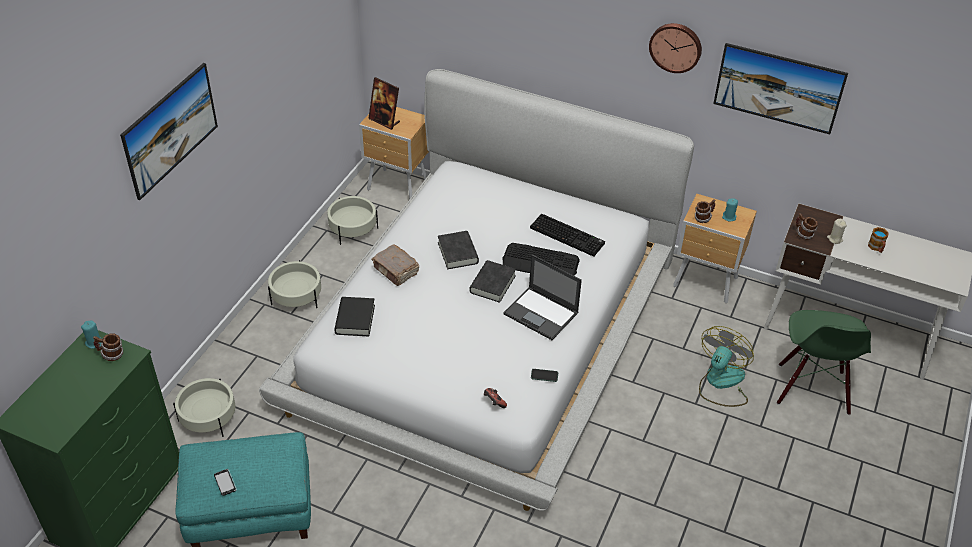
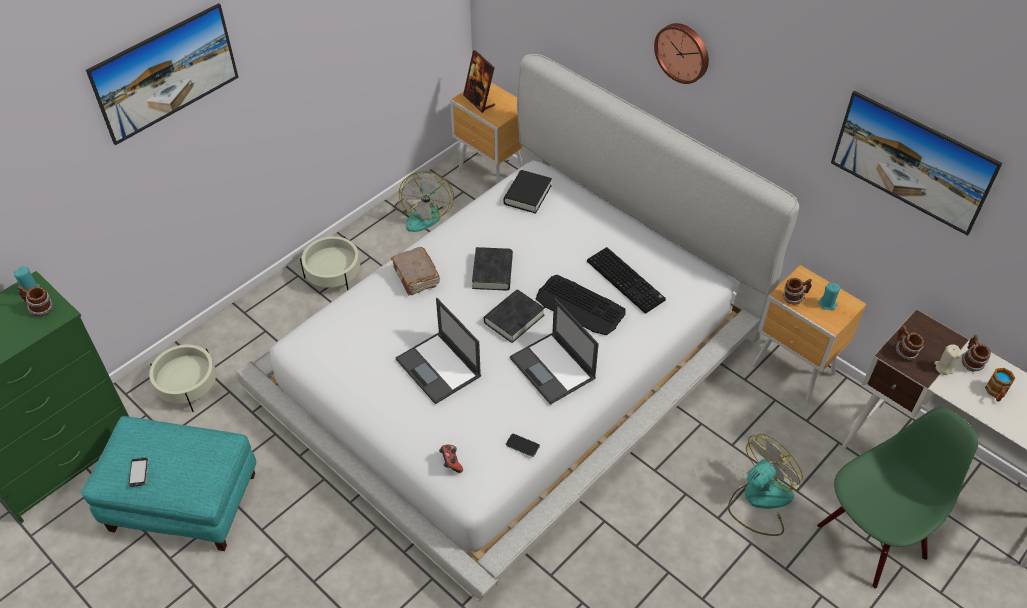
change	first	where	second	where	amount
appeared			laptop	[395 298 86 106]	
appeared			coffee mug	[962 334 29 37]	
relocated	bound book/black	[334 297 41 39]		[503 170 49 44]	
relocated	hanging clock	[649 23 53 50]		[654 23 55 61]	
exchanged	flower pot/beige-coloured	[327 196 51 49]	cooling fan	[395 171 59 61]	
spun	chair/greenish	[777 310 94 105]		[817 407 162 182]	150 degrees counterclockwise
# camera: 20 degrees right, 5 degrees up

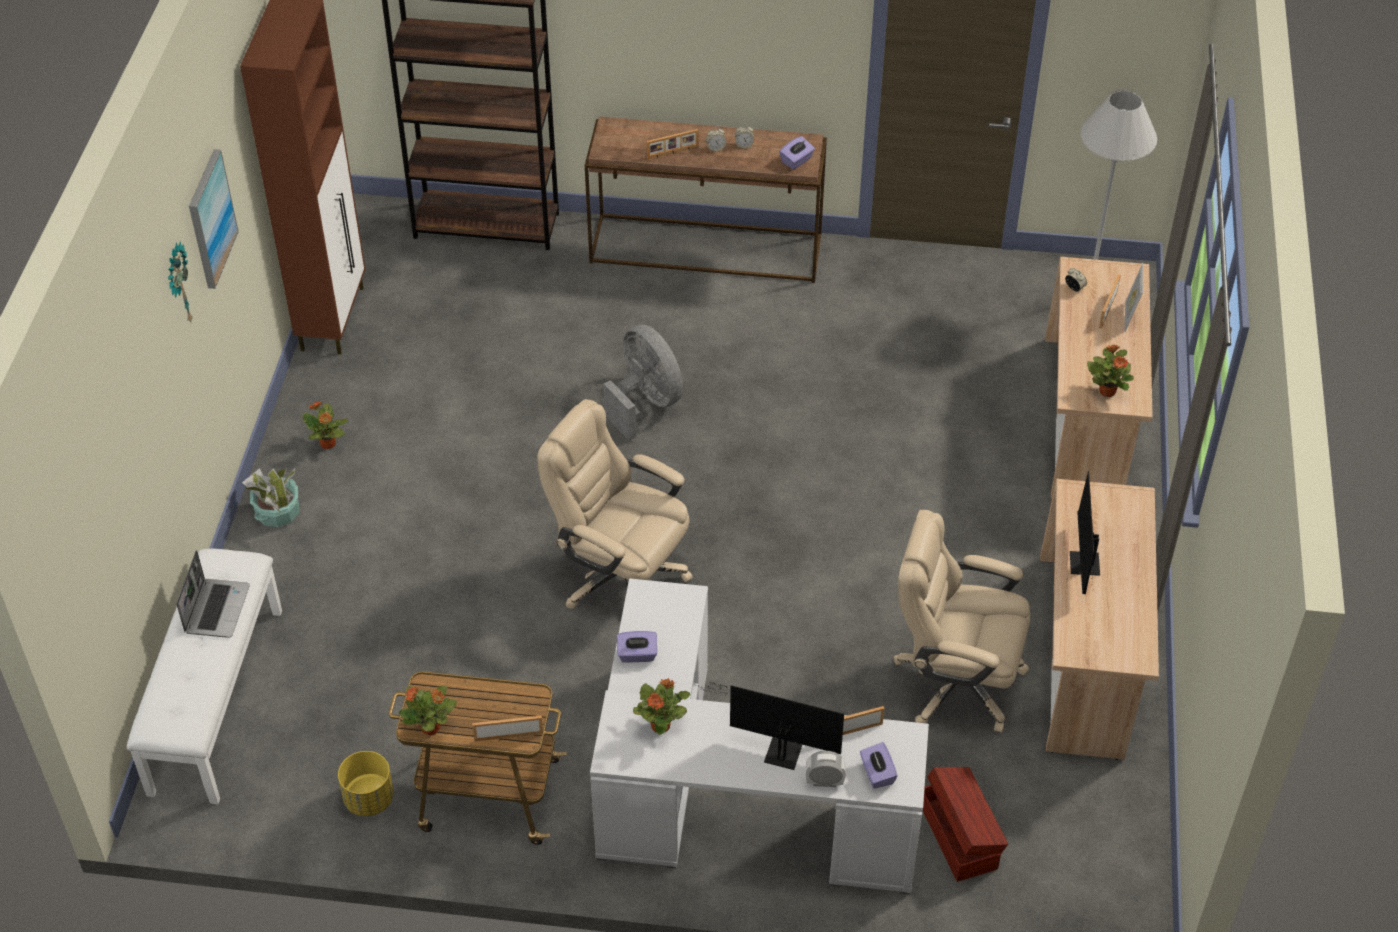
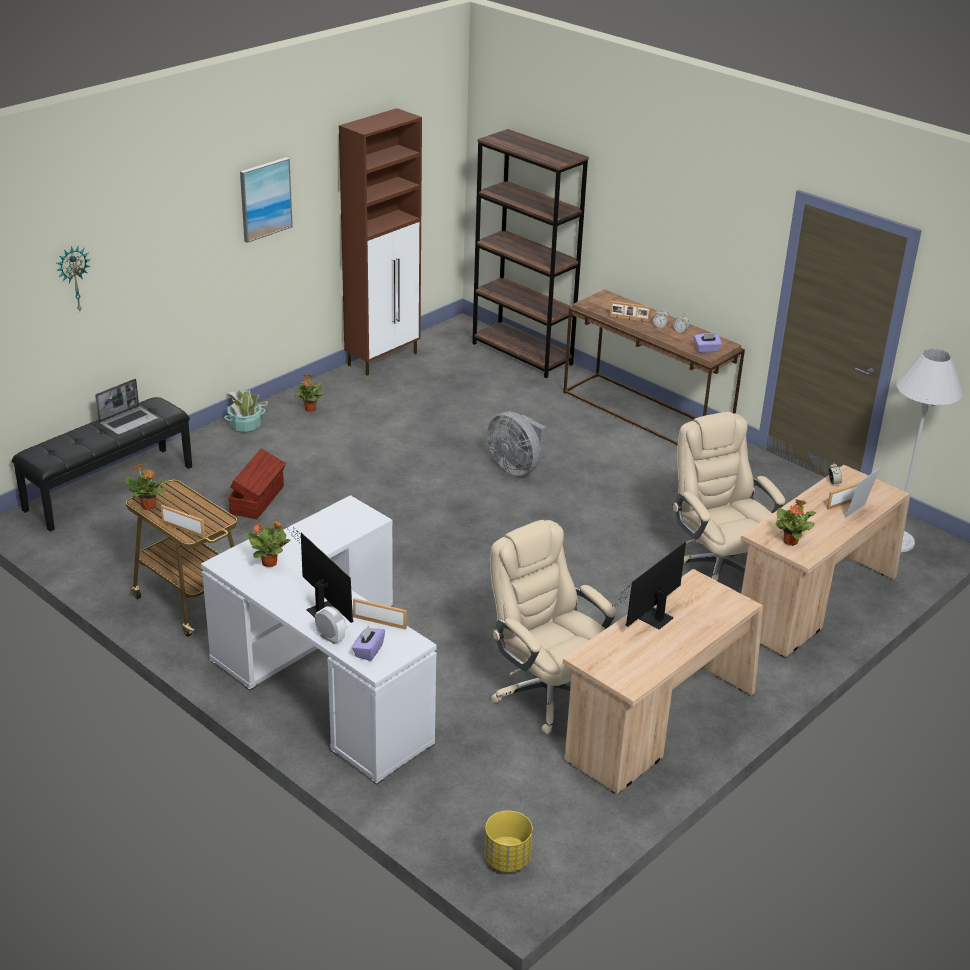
change	first	where	second	where	amount
missing	box of tissues/purple-coloured	[617 631 40 32]			
relocated	hanging clock	[168 241 25 81]		[56 246 35 65]	
relocated	flower pot/yellowish	[338 751 56 65]		[484 811 49 61]	
relocated	desk chair/beige-coloured	[537 399 156 210]		[672 412 113 169]	
relocated	storage bin/brown	[923 767 85 115]		[228 448 58 71]	
colour	long seat/white-coloured	[127 549 155 256]	long seat/black	[12 397 180 135]	
spun	cooling fan/greyish	[604 325 79 116]		[487 412 59 64]	135 degrees clockwise
# camera: 35 degrees right, 15 degrees down

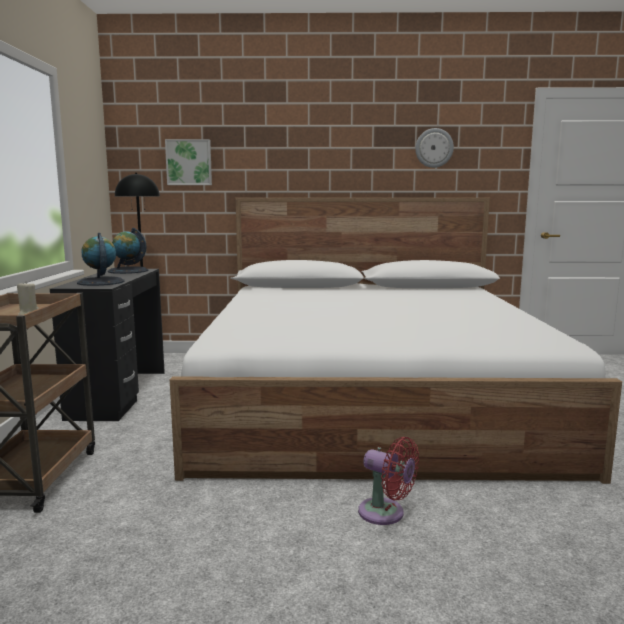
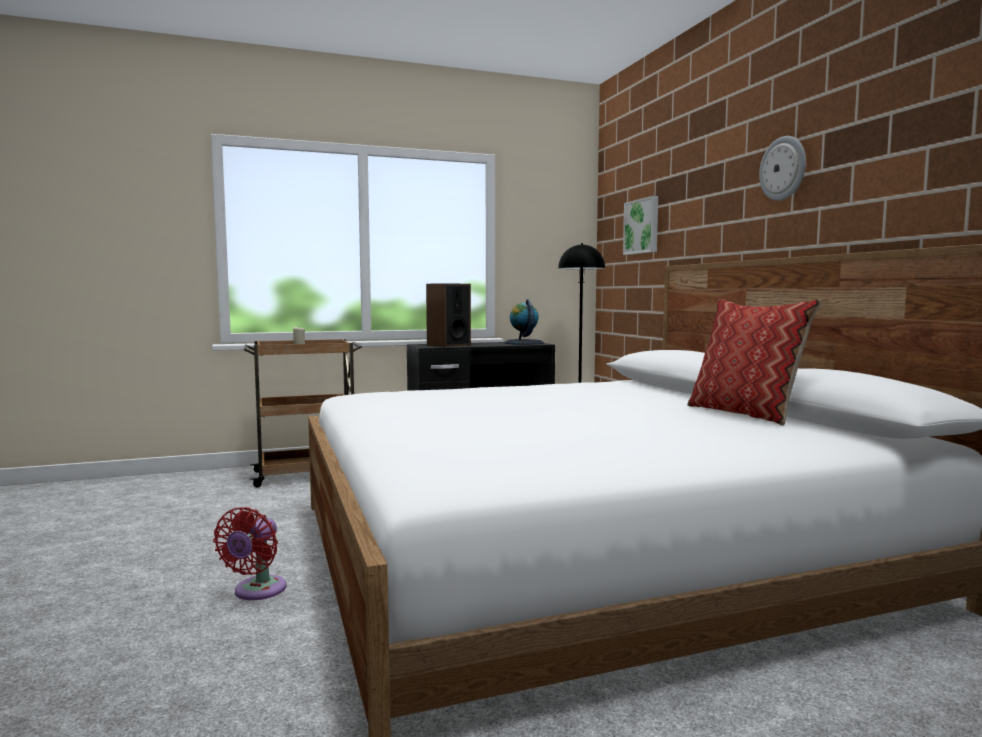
change	first	where	second	where	amount
appeared			throw pillow	[687 299 135 126]	
relocated	hanging clock	[415 128 39 40]		[759 136 47 65]	
exchanged	globe	[77 233 48 53]	audio speaker	[426 283 45 64]	
# camera: 70 degrees right, 5 degrees down

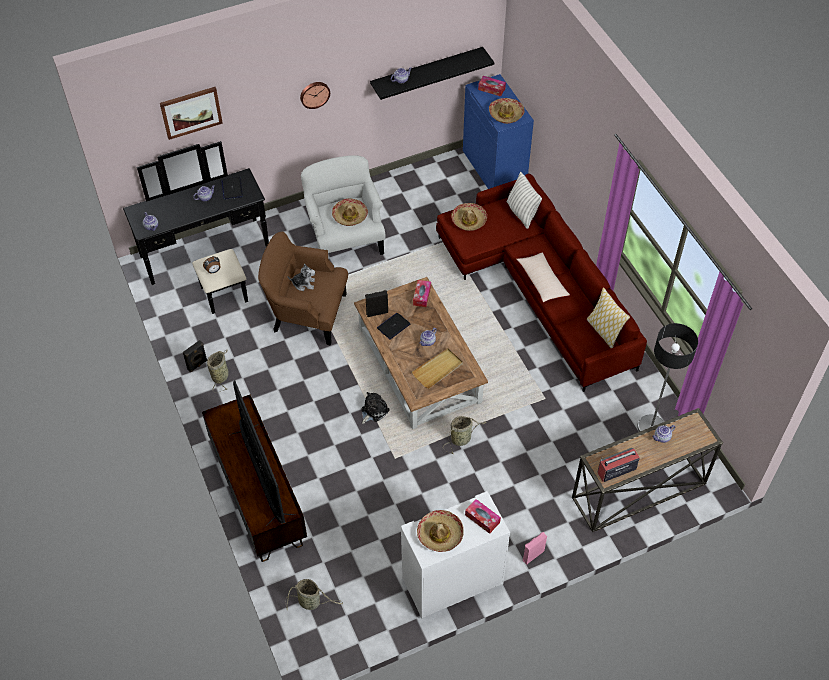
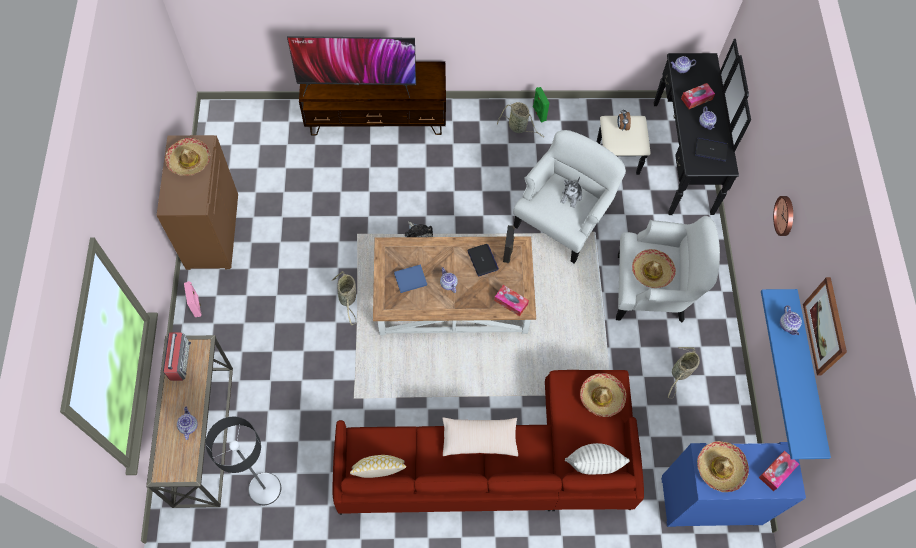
change	first	where	second	where	amount
relocated	wall art	[160 87 63 53]		[803 277 44 99]	
relocated	basket	[286 579 57 32]		[668 347 32 52]	
relocated	box of tissues	[465 499 36 35]		[681 83 34 26]	
exchanged	tray/beige-coloured	[412 348 51 41]	bound book/blue	[394 264 33 29]	
colour	audio speaker/black	[183 340 24 33]	audio speaker/greenish	[533 87 16 35]	
colour	lounge chair/brown	[258 232 90 114]	lounge chair/white-coloured	[513 130 113 133]	
colour	bracket shelf/black	[370 47 124 53]	bracket shelf/blue	[761 289 70 170]	
colour	cabinet/white-coloured	[401 491 109 128]	cabinet/brown	[156 135 82 135]	
# camera: 110 degrees right, 10 degrees up

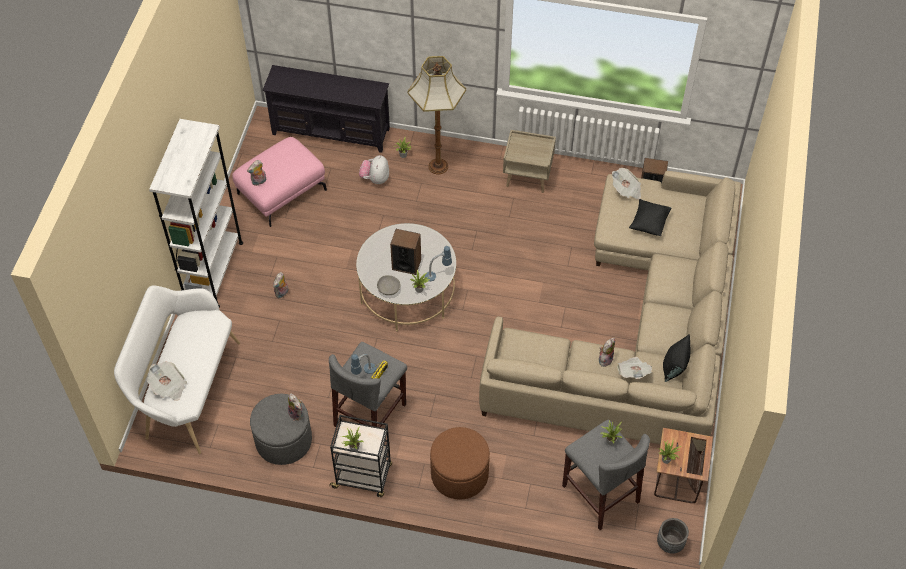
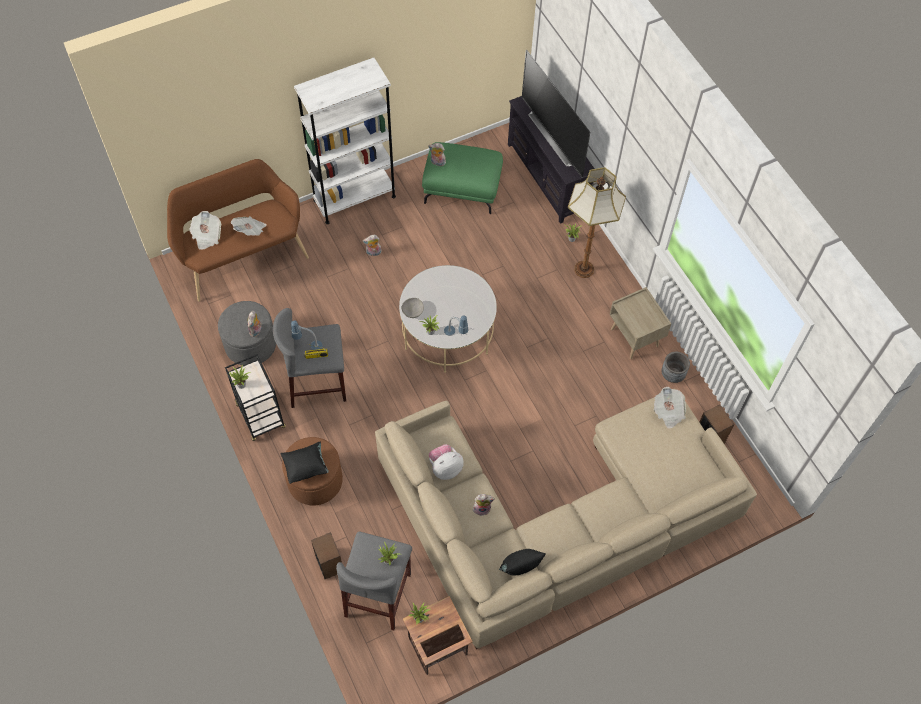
change	first	where	second	where	amount
appeared			TV set	[522 49 68 129]	
relocated	cuddly toy	[359 155 30 29]		[429 444 35 36]	
relocated	audio speaker	[390 229 31 46]		[311 532 31 47]	
relocated	newspaper	[617 357 35 22]		[231 216 36 20]	
relocated	throw pillow/black	[629 199 42 37]		[280 442 49 42]	
relocated	flower pot/greyish	[657 518 32 36]		[661 352 29 31]	
colour	long seat/white-coloured	[114 285 126 169]	long seat/brown	[167 159 142 143]	
colour	pouffe/pinkish	[233 137 94 90]	pouffe/greenish	[422 142 81 72]	
# camera: 50 degrees right, 5 degrees up

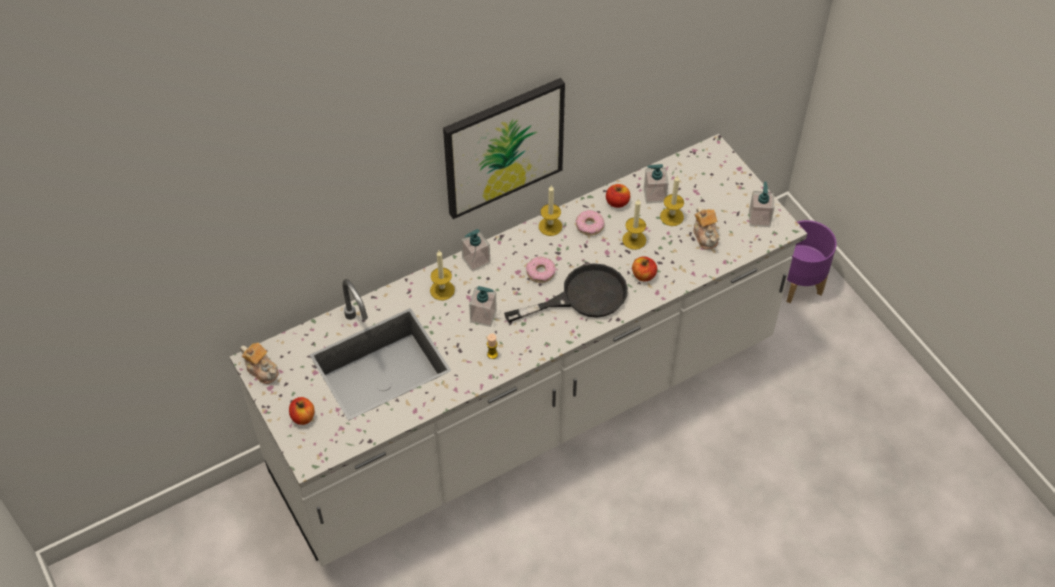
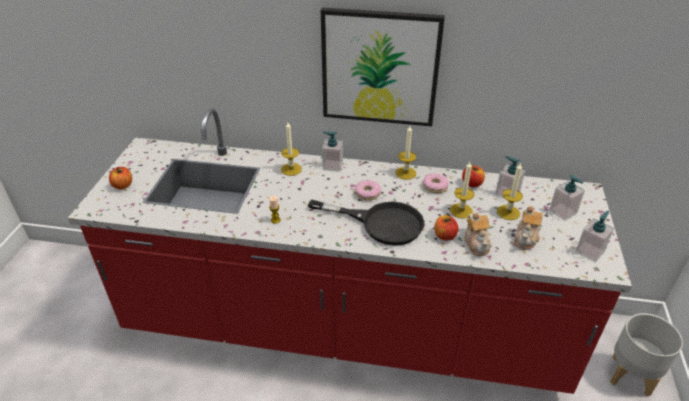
change	first	where	second	where	amount
relocated	teapot	[240 342 39 42]		[464 213 28 43]	
relocated	soap dispenser	[469 286 28 41]		[549 175 36 46]	
colour	kitchen counter/white-coloured	[230 134 577 433]	kitchen counter/red	[68 109 564 285]	
colour	flower pot/purple-coloured	[786 220 51 83]	flower pot/greyish	[610 313 73 84]	
# camera: 40 degrees right, 15 degrees down

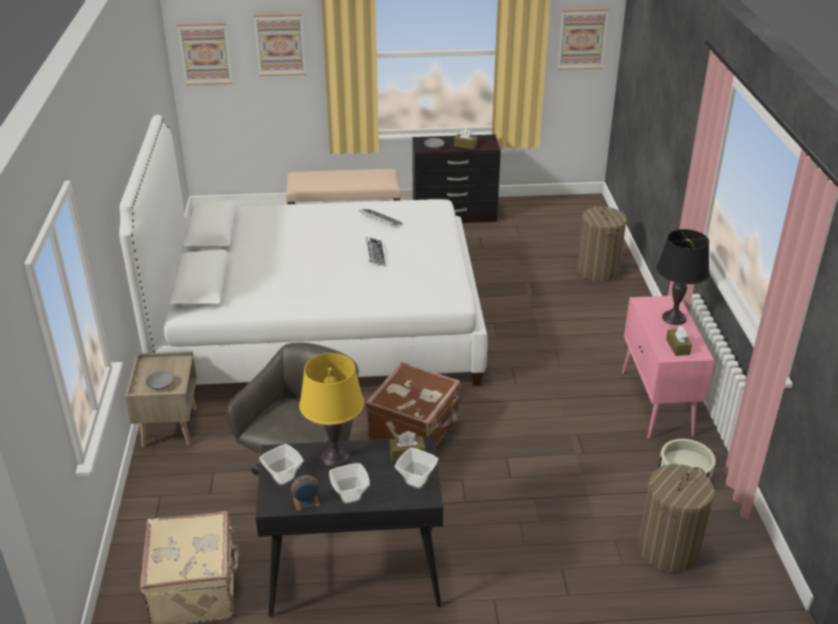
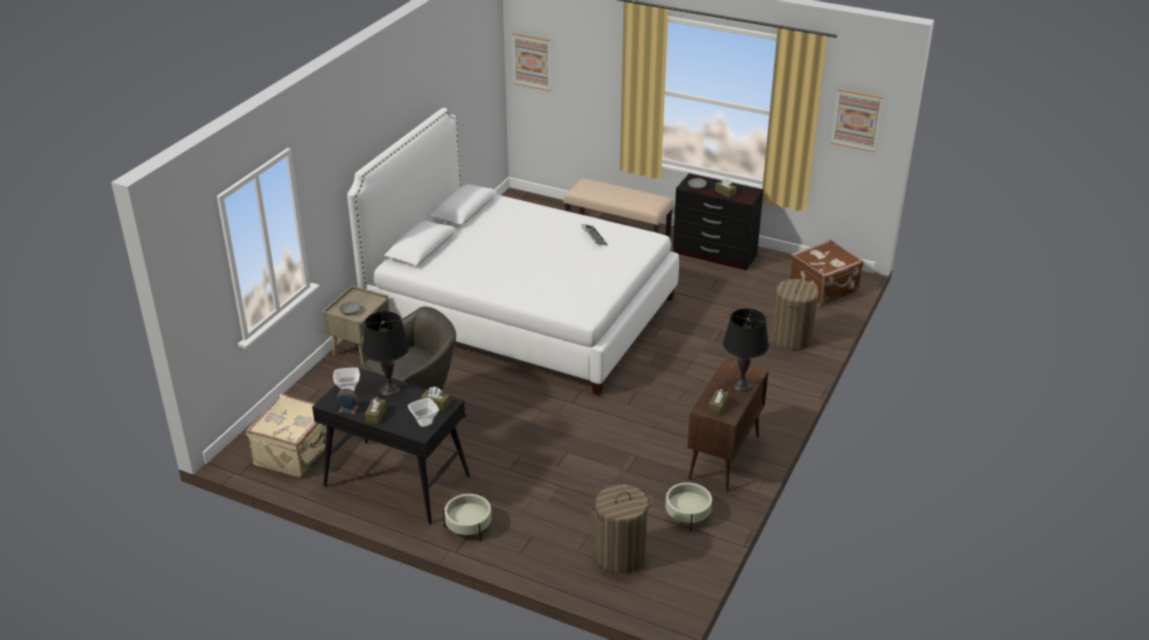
change	first	where	second	where	amount
missing	wall art	[254 14 52 62]			
missing	PC keyboard	[365 236 21 30]			
appeared			flower pot/beige-coloured	[443 494 49 47]	
relocated	suitcase/brown	[366 362 95 85]		[789 239 75 67]	
exchanged	bowl	[329 463 41 41]	box of tissues/brown	[365 397 22 27]	
colour	tabletop lamp/yellowish	[299 353 65 115]	tabletop lamp/black	[362 311 47 86]	
colour	cabinet/pinkish	[622 296 92 143]	cabinet/brown	[688 358 81 134]	
# camera: 30 degrees right, 0 degrees up

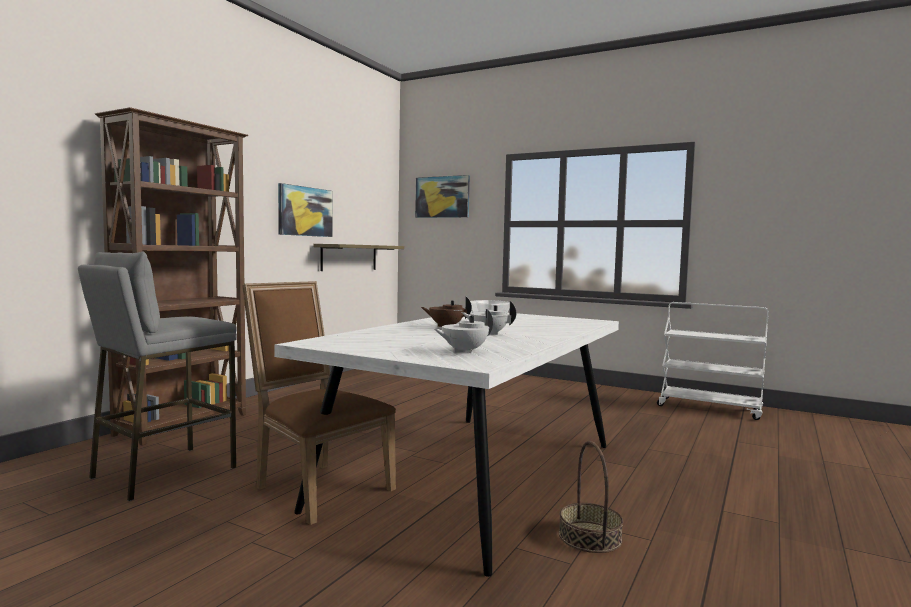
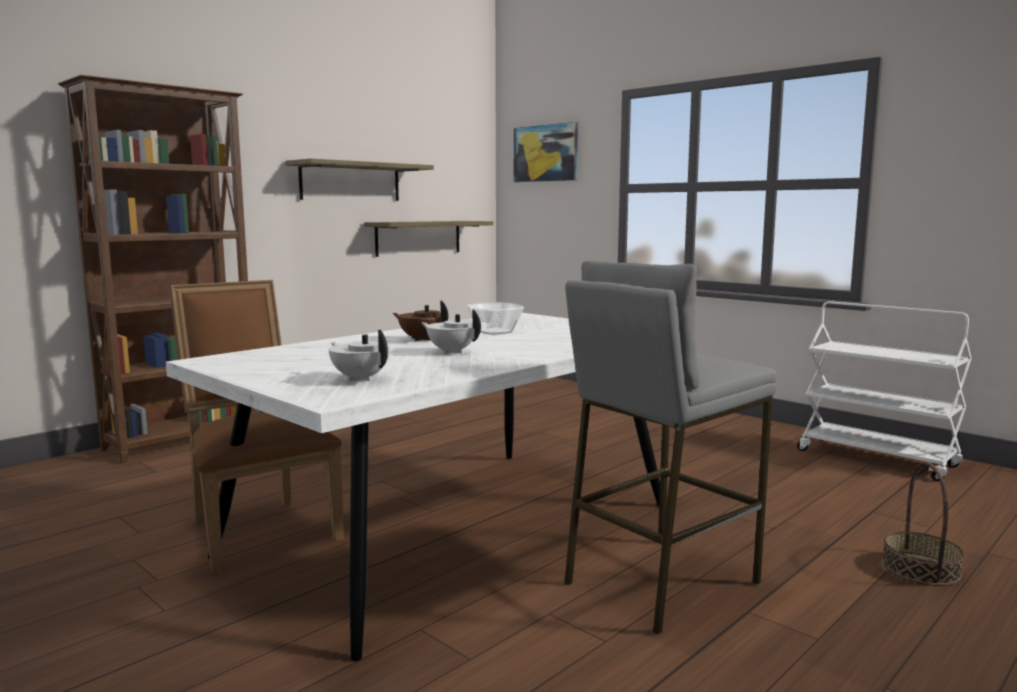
change	first	where	second	where	amount
relocated	stool/greyish	[78 252 159 249]		[564 261 212 374]	
relocated	basket	[559 441 64 112]		[882 462 82 124]	
exchanged	wall art	[278 183 55 54]	bracket shelf	[285 159 149 42]	
spun	teapot/white-coloured	[434 309 59 44]		[329 329 61 53]	60 degrees clockwise
# camera: 15 degrees right, 5 degrees up

